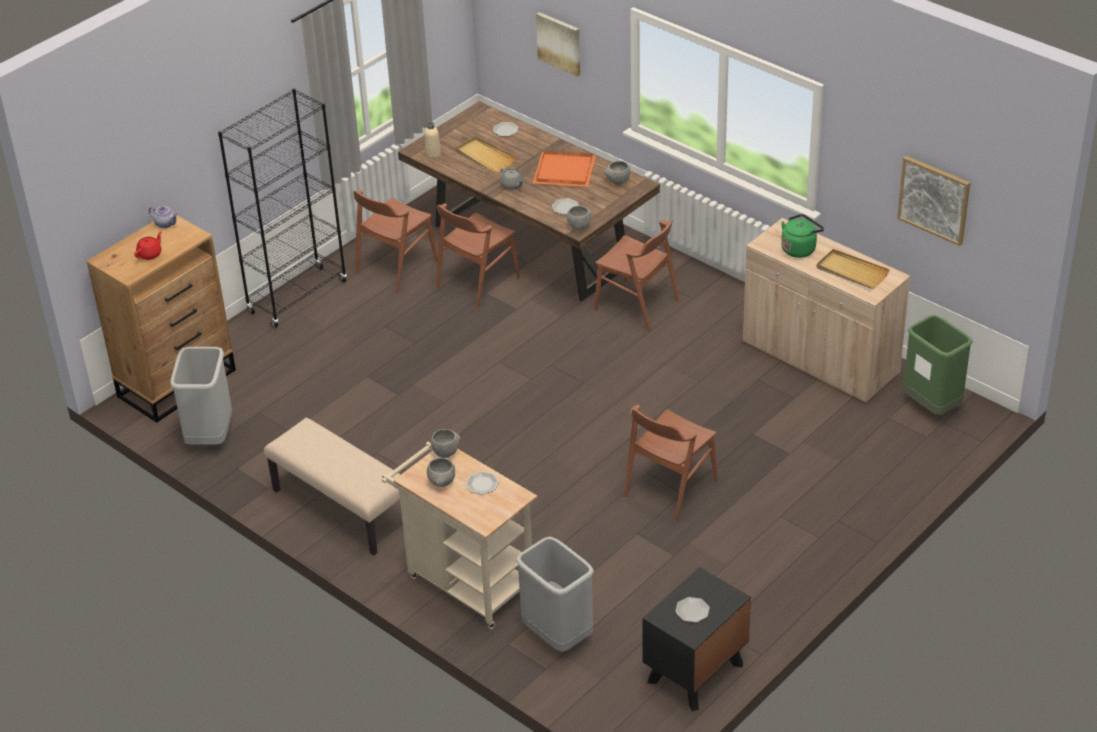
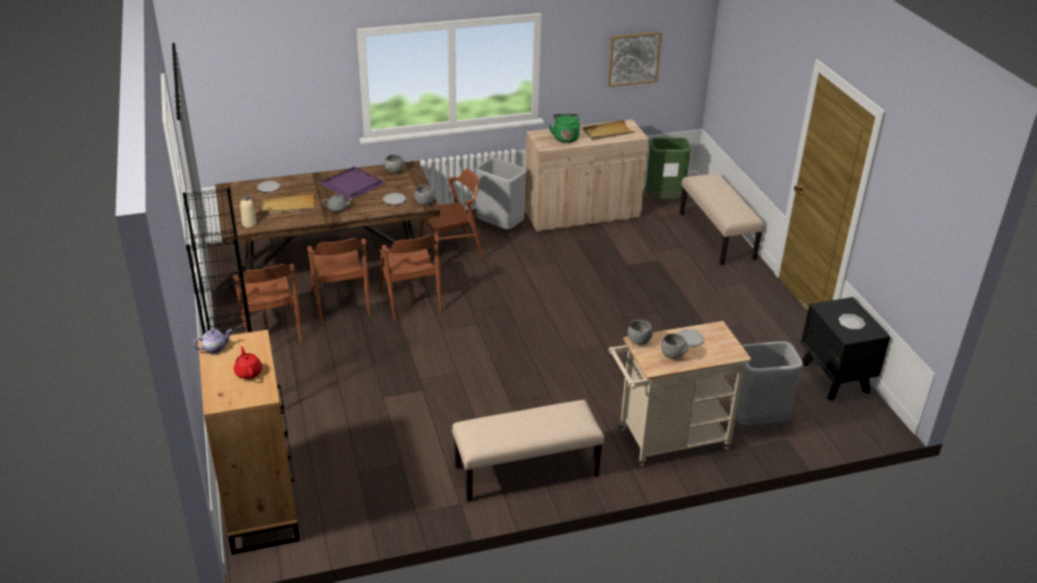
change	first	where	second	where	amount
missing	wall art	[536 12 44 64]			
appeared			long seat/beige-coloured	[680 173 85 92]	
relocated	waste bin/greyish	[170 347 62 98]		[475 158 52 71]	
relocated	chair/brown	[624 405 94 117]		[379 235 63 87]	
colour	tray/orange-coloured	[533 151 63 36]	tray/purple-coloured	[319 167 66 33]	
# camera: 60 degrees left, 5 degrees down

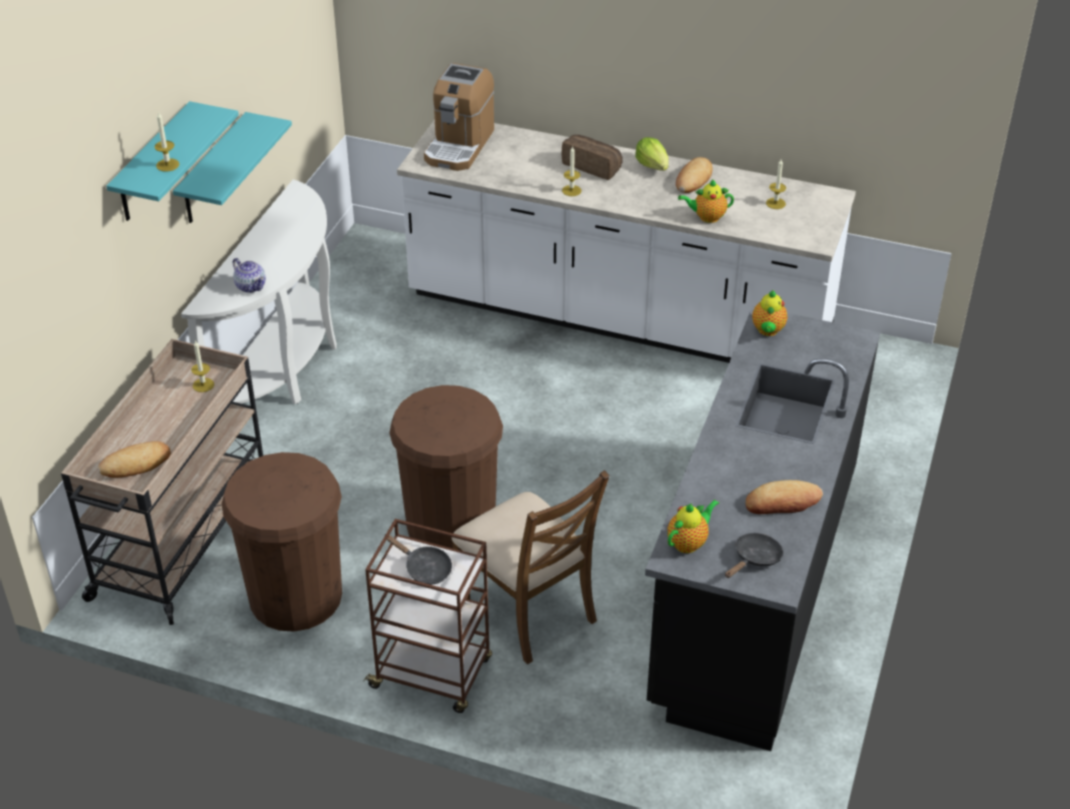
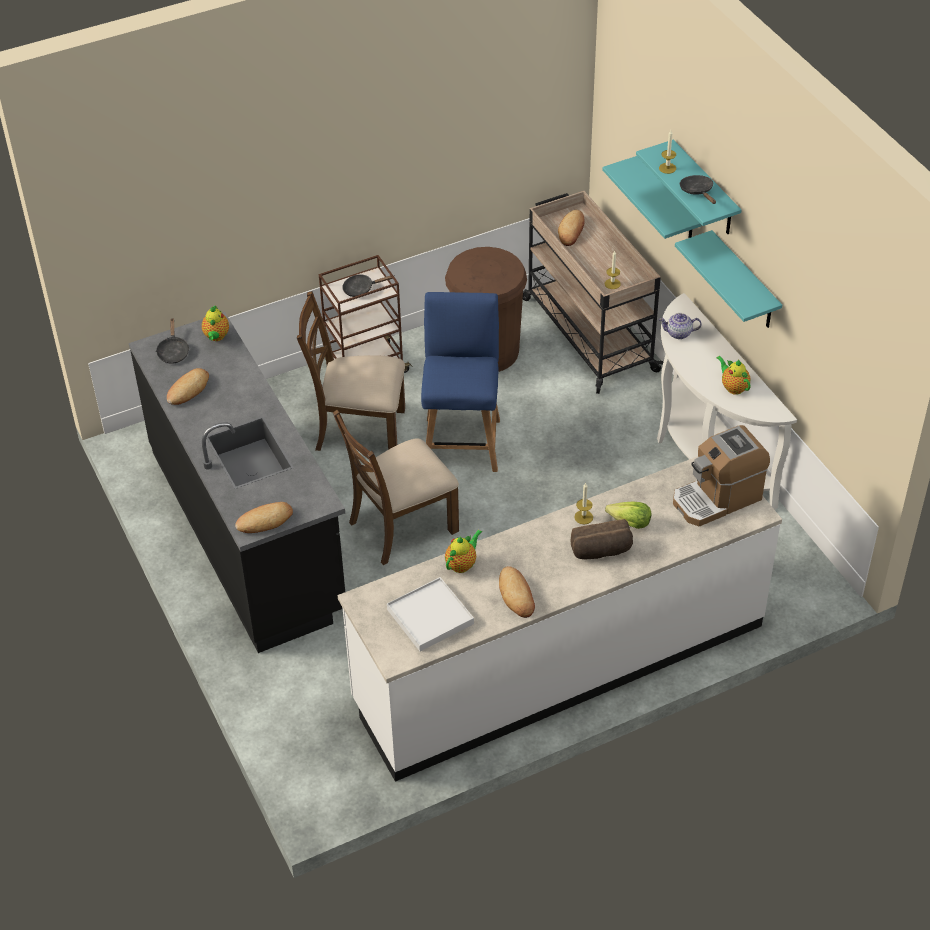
change	first	where	second	where	amount
appeared			baked bread	[235 502 58 31]	
appeared			chair/brown	[333 410 126 155]	
appeared			bracket shelf/blue-green	[602 156 100 83]	
appeared			skillet/black	[680 175 36 29]	
relocated	lettuce	[635 137 34 34]		[605 502 46 27]	
relocated	teapot	[752 290 35 46]		[716 356 35 39]	
exchanged	waste bin/brown	[389 385 114 163]	chair/blue	[421 292 79 180]	
exchanged	wax candle	[766 159 20 50]	tray/white-coloured	[387 577 87 74]	
spun	coffee maker	[424 63 70 108]		[673 425 97 101]	90 degrees counterclockwise
# camera: 135 degrees right, 5 degrees up

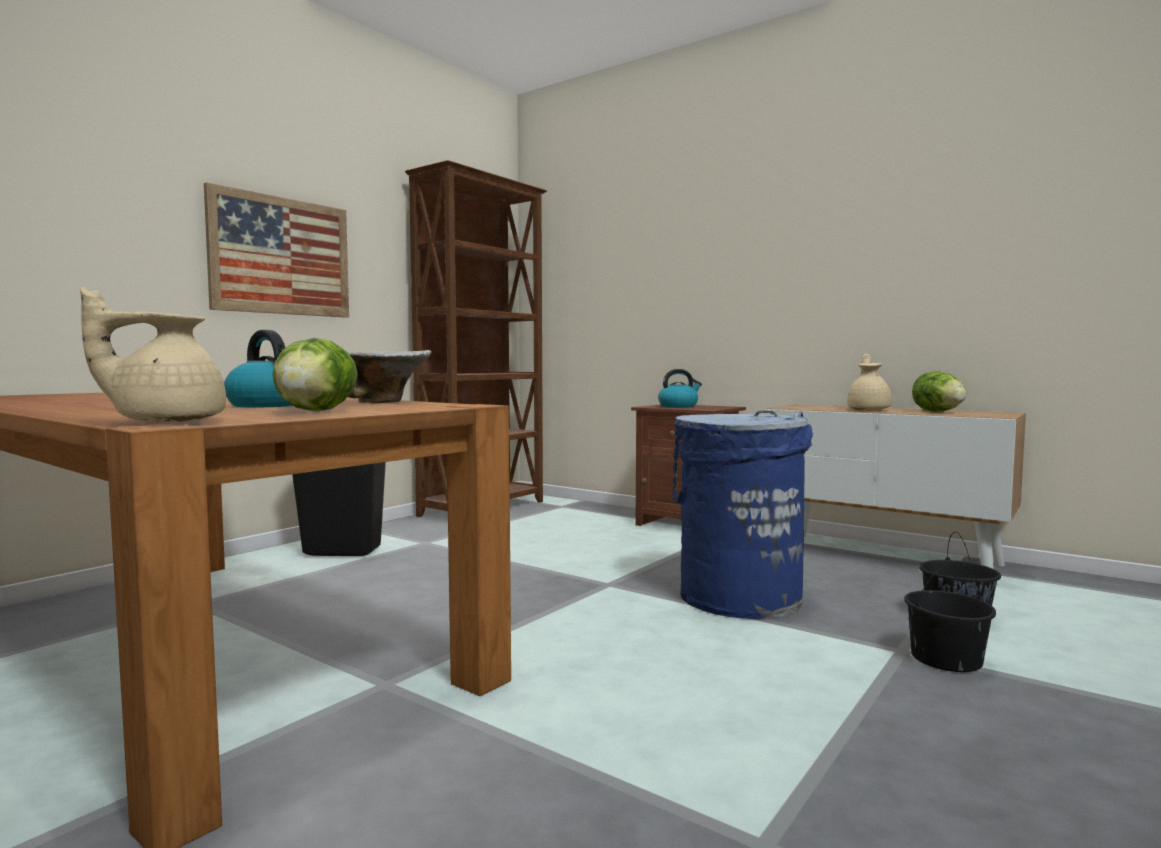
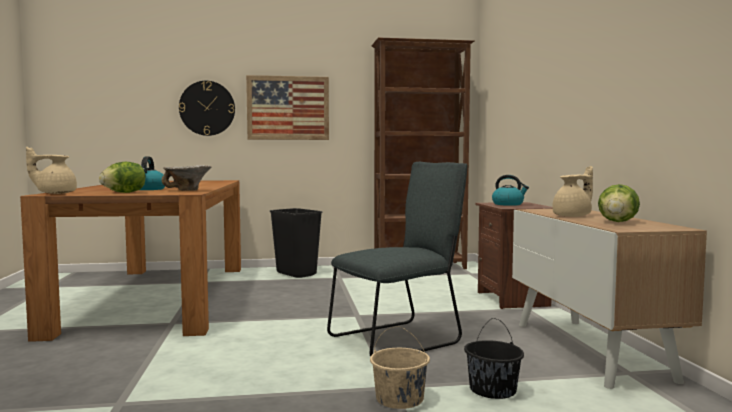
change	first	where	second	where	amount
appeared			hanging clock	[179 81 56 55]	
exchanged	waste bin/blue	[672 410 141 209]	chair/greyish	[327 162 140 195]	
colour	water bucket/black	[904 561 92 111]	water bucket/beige-coloured	[370 326 60 83]	
spun	teapot/beige-coloured	[80 287 146 135]		[26 147 51 47]	45 degrees counterclockwise
# camera: 45 degrees right, 0 degrees up

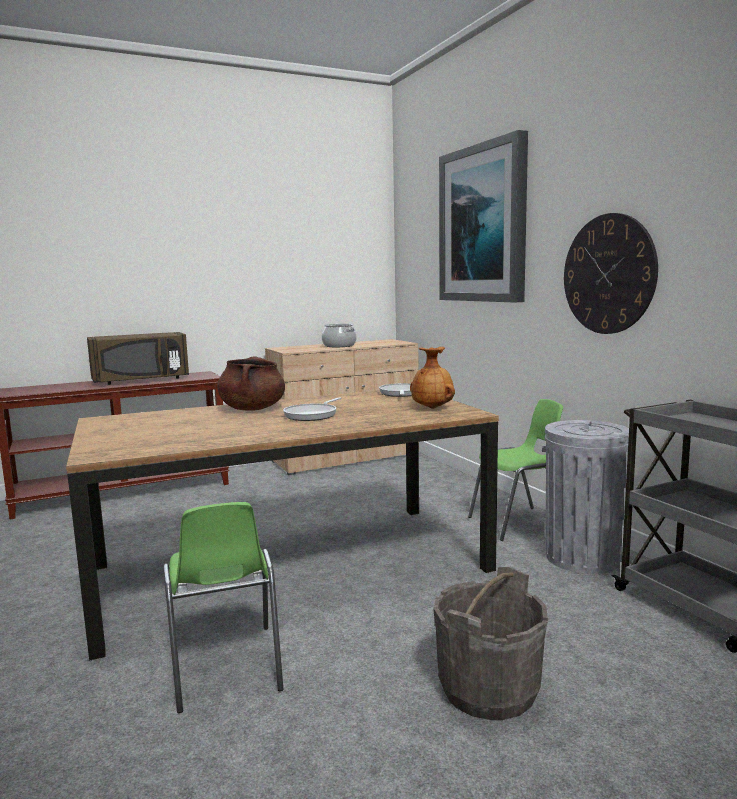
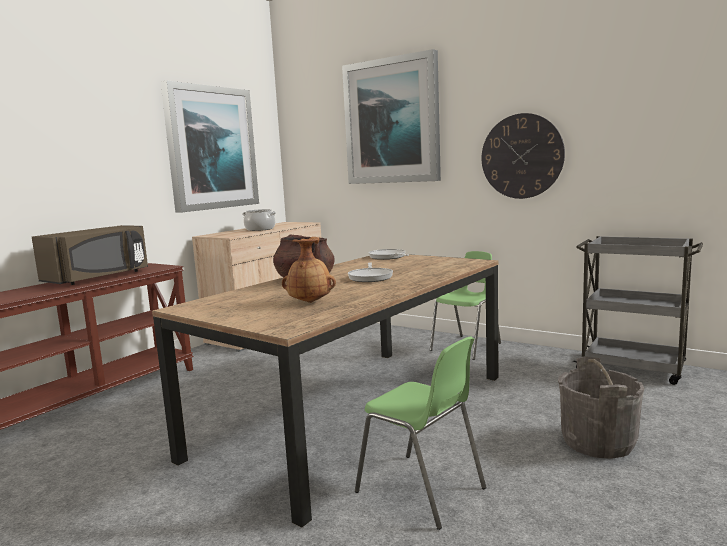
change	first	where	second	where	amount
missing	waste bin/greyish	[542 420 87 154]			
appeared			wall art	[161 80 98 133]	
relocated	flower vase/brown	[410 347 45 62]		[282 237 54 66]	
# camera: 30 degrees left, 0 degrees up

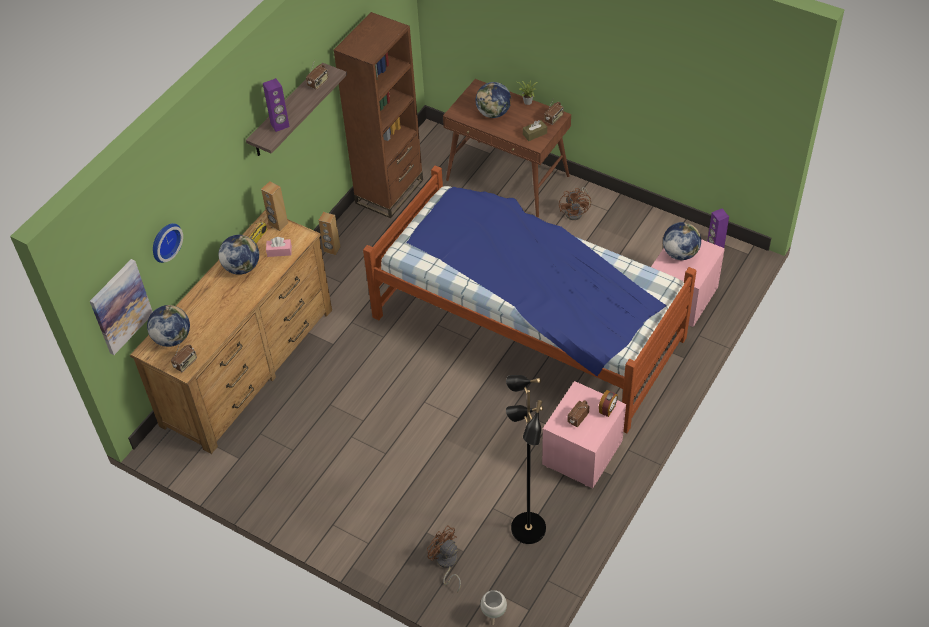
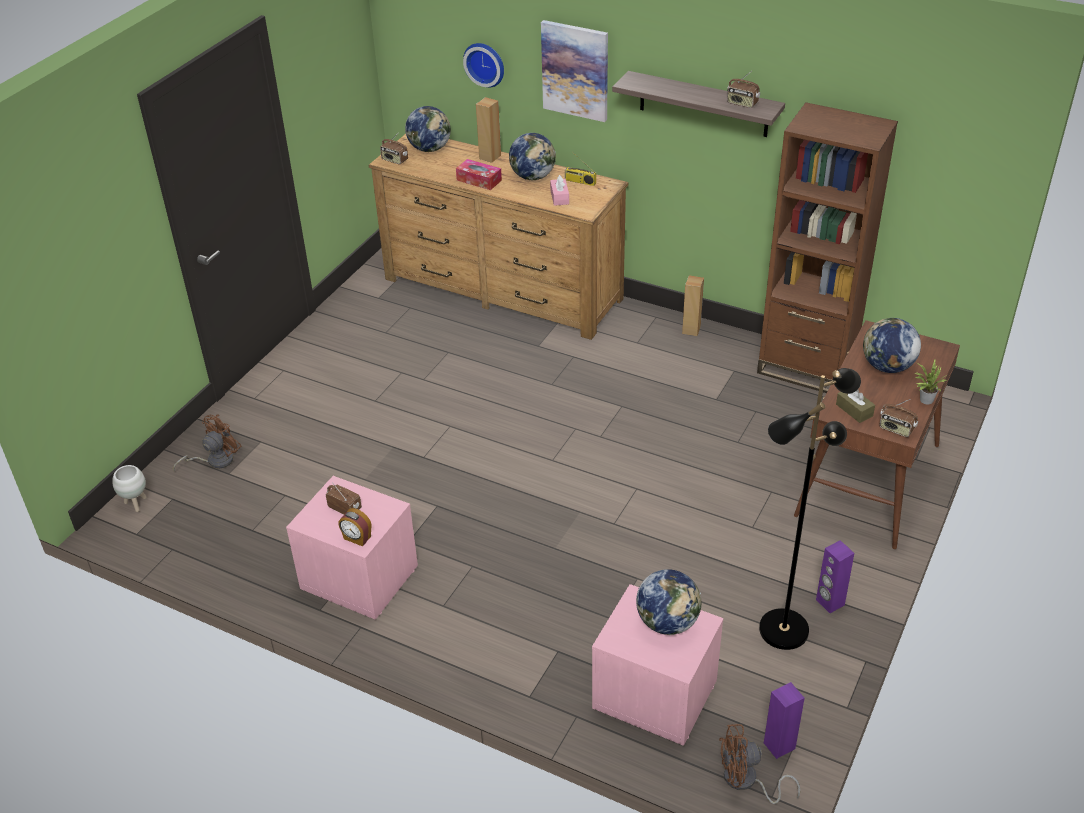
change	first	where	second	where	amount
missing	sleeping bed	[363 165 334 268]			
appeared			box of tissues	[456 159 46 31]	
relocated	wall art	[90 259 63 96]		[541 20 67 102]	
relocated	audio speaker/brown	[261 181 27 50]		[476 97 25 66]	
relocated	audio speaker/purple-coloured	[263 78 27 54]		[816 540 38 73]	
relocated	standing lamp/black	[506 375 40 169]		[759 368 102 282]	
relocated	cooling fan/brown	[559 187 32 33]		[719 724 81 80]	
# camera: 85 degrees right, 10 degrees down

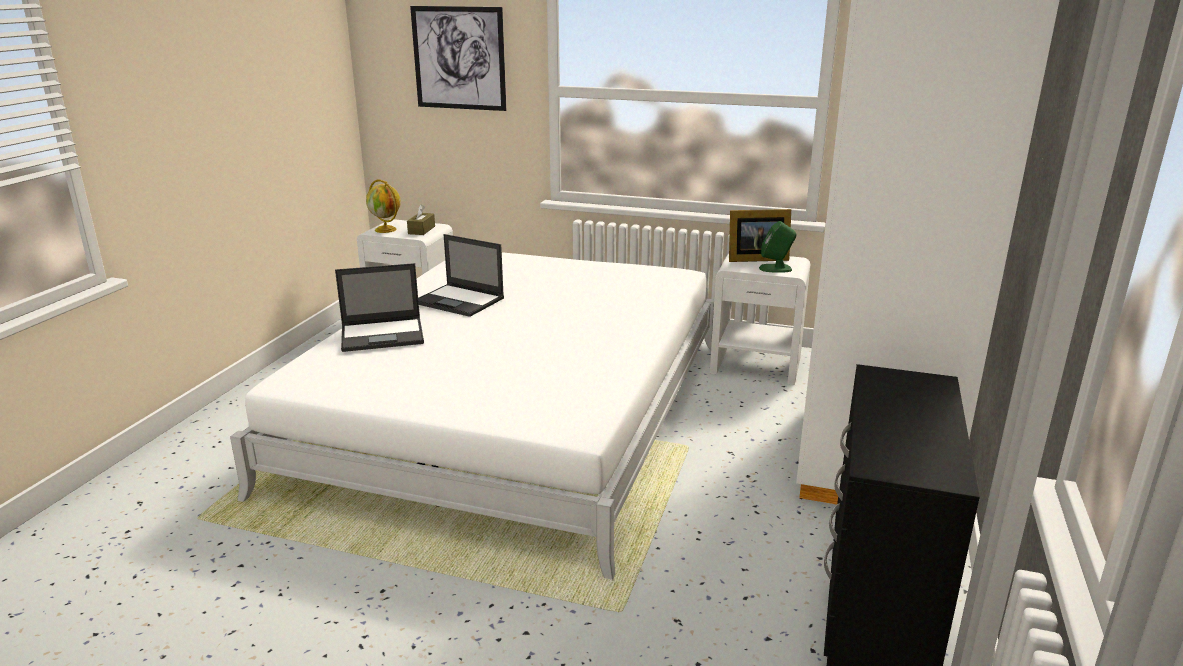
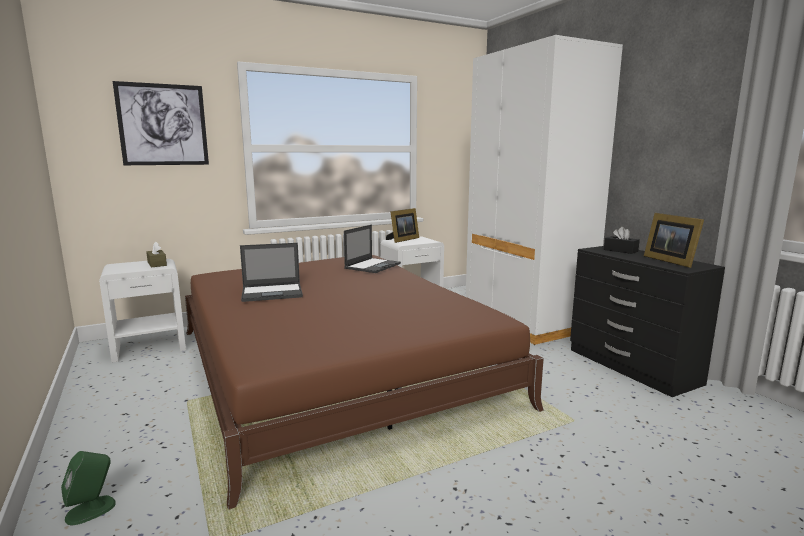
change	first	where	second	where	amount
missing	globe	[366 180 35 53]			
appeared			box of tissues/black	[604 227 36 27]	
appeared			standing frame	[644 213 60 55]	
relocated	laptop	[335 263 89 89]		[344 225 57 48]	
relocated	audio speaker/greenish	[759 221 38 52]		[61 451 55 74]	
colour	sleeping bed/white-coloured	[230 252 484 328]	sleeping bed/brown	[185 255 359 254]	
# camera: 45 degrees left, 10 degrees down

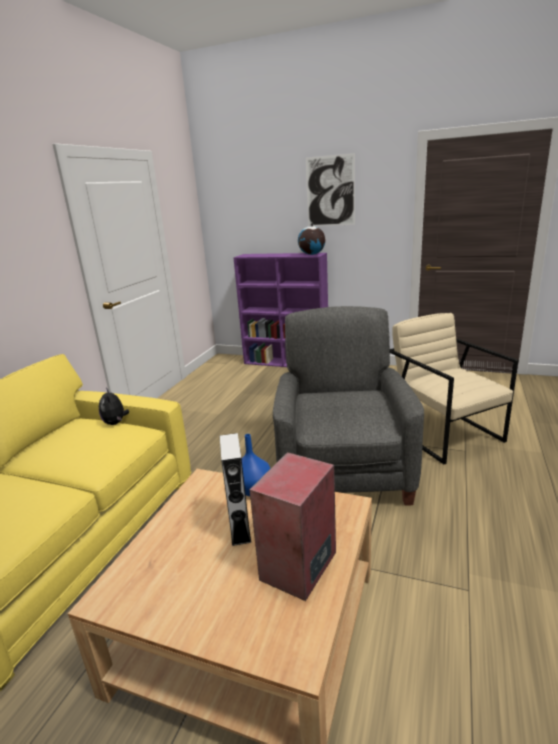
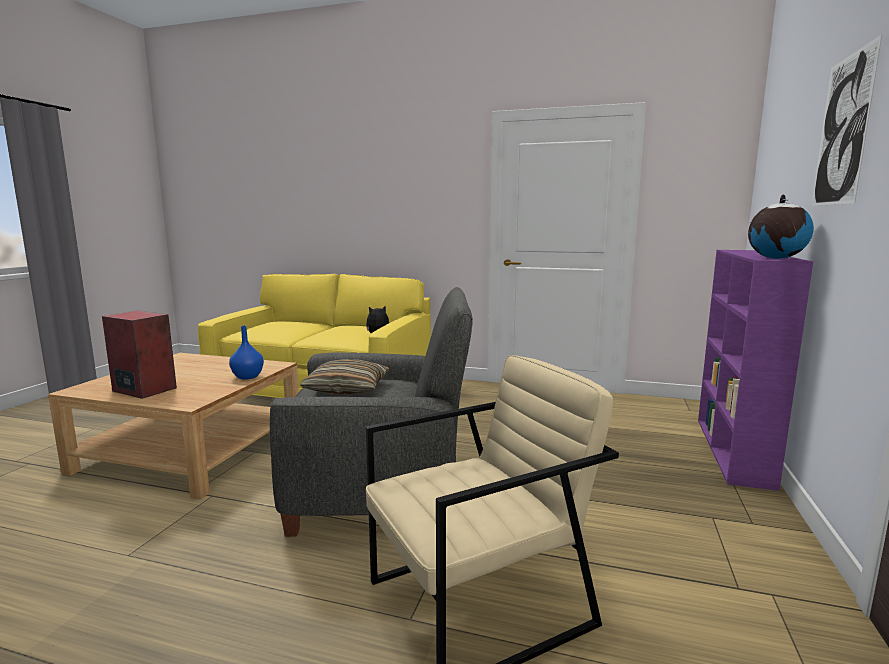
change	first	where	second	where	amount
missing	audio speaker/greyish	[220 433 31 113]			
appeared			throw pillow	[300 359 90 35]	
# camera: 85 degrees right, 10 degrees down

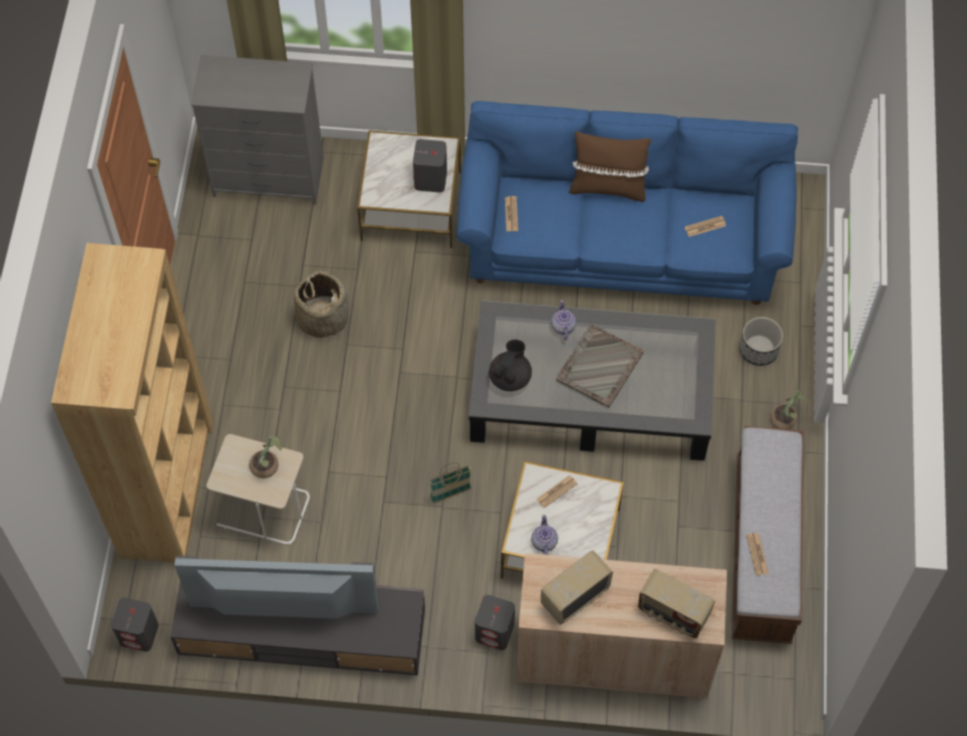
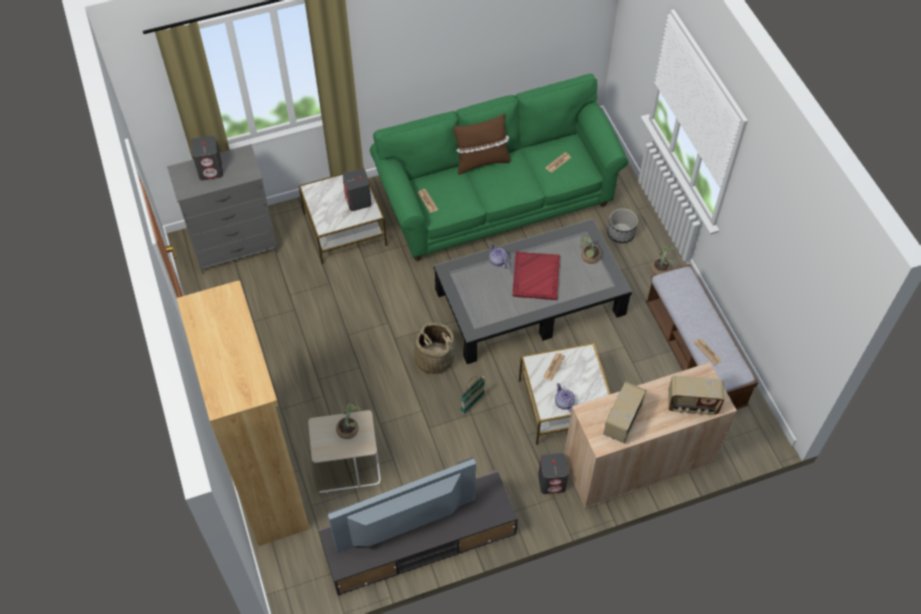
change	first	where	second	where	amount
missing	teapot/black	[489 340 43 51]			
appeared			plant in a pot	[580 235 21 29]	
relocated	audio speaker/greyish	[111 598 48 54]		[191 136 32 44]	
relocated	basket	[294 271 55 67]		[409 323 47 51]	
colour	sofa/blue	[457 101 341 204]	sofa/greenish	[370 74 258 187]	
colour	tray/greyish	[556 324 88 84]	tray/red	[513 251 47 49]	
# camera: 25 degrees left, 5 degrees down

